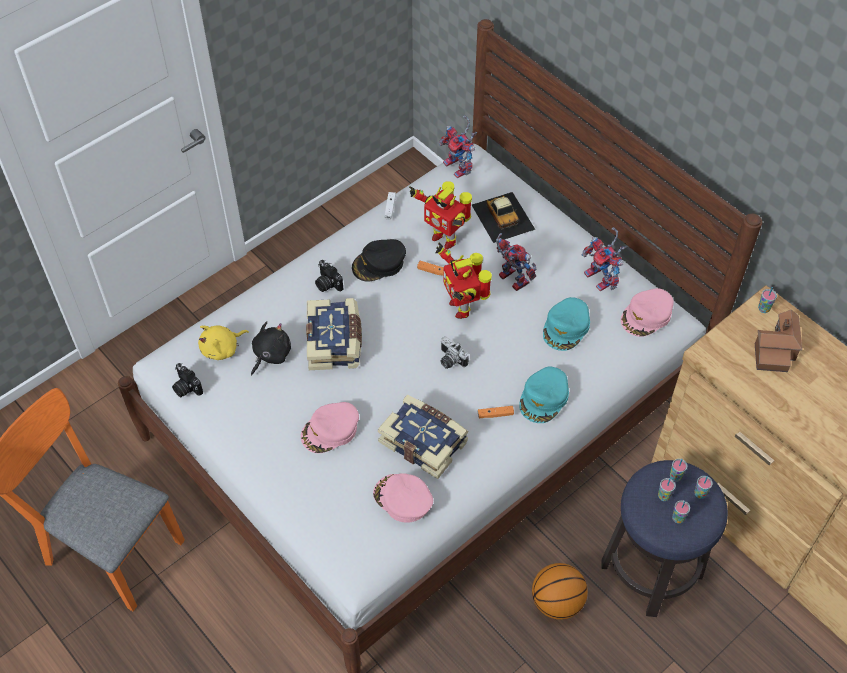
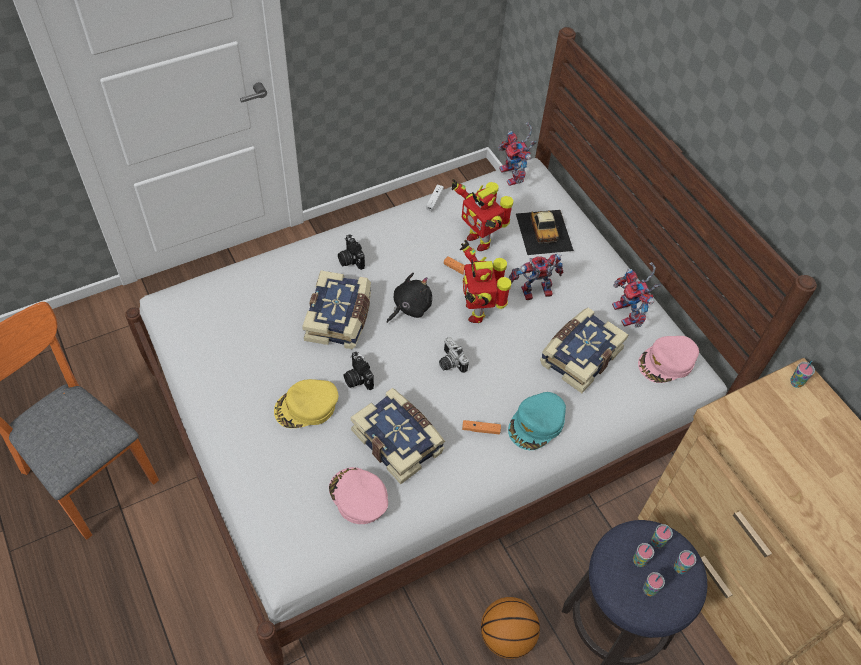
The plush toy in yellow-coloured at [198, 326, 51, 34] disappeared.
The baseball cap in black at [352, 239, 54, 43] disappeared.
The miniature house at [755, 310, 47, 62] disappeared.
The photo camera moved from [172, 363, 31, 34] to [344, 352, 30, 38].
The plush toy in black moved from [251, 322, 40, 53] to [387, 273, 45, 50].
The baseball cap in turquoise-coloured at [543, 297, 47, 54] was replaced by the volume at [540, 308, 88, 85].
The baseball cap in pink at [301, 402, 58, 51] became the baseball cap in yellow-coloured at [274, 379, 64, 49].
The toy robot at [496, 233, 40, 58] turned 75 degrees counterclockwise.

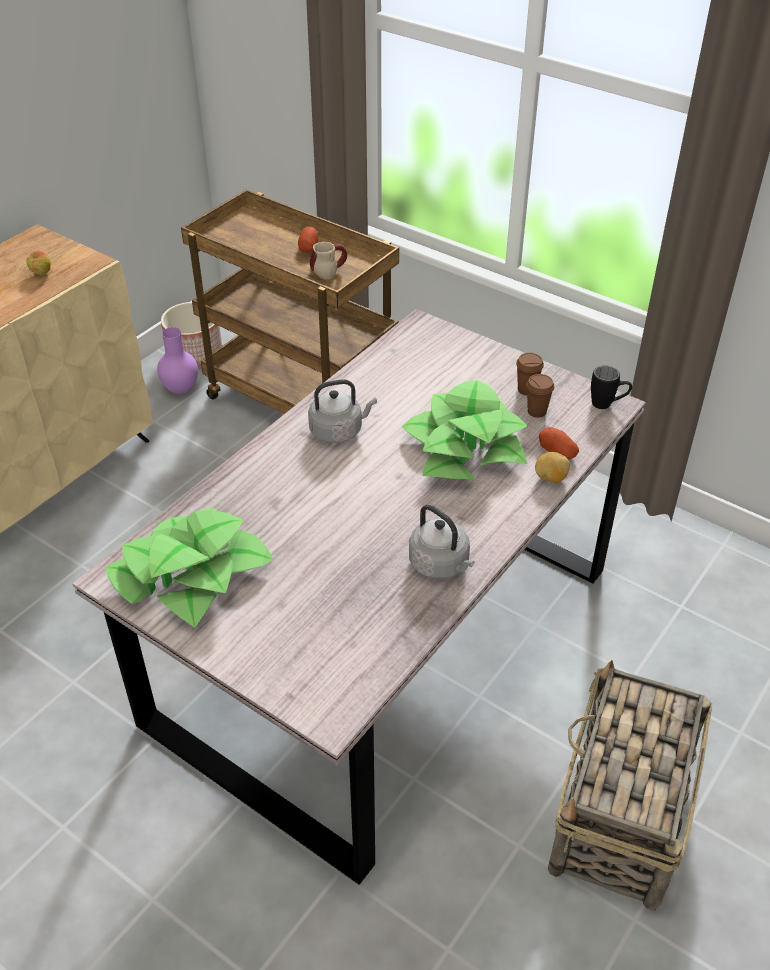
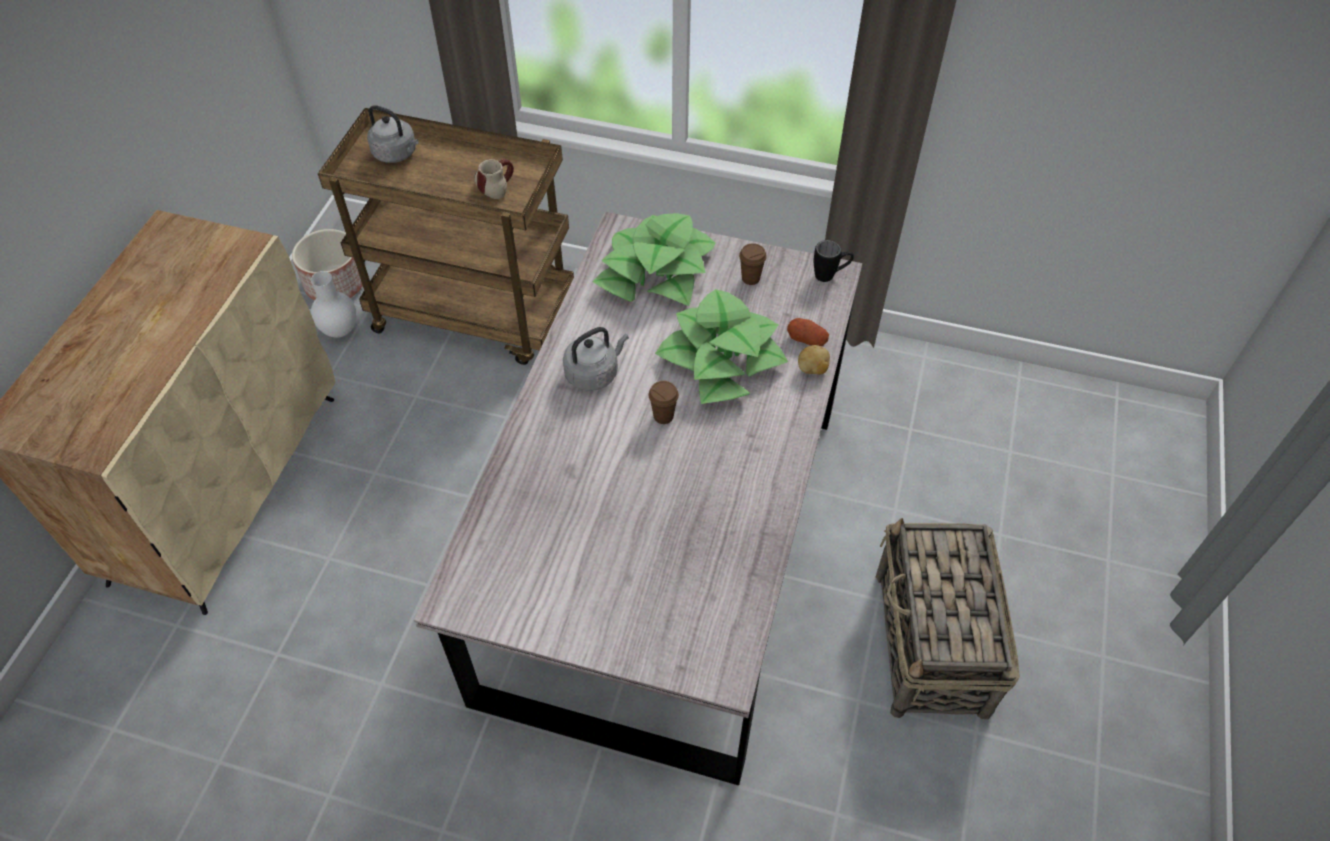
The apple at [26, 251, 25, 24] disappeared.
The potato at [298, 227, 20, 25] disappeared.
The potted plant moved from [105, 508, 169, 120] to [592, 213, 124, 93].
The water kettle in grey moved from [409, 505, 66, 74] to [367, 105, 52, 58].
The drinking cup in brown moved from [526, 374, 28, 44] to [649, 381, 30, 43].
The vase in purple-coloured at [157, 327, 41, 67] became the vase in whitish at [311, 271, 45, 67].

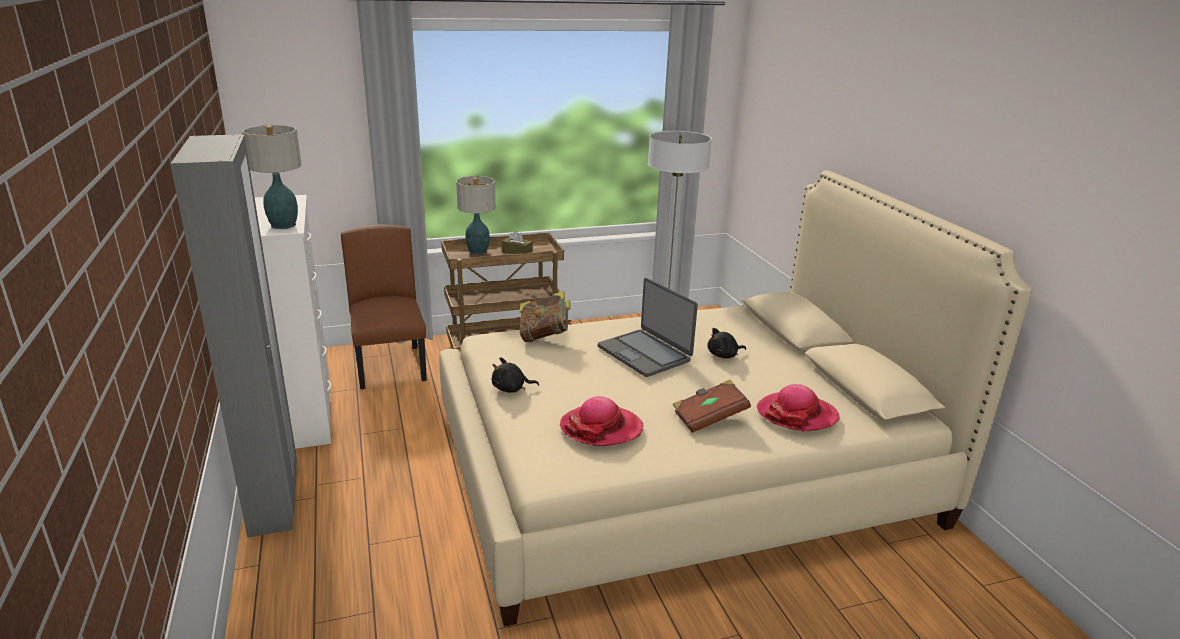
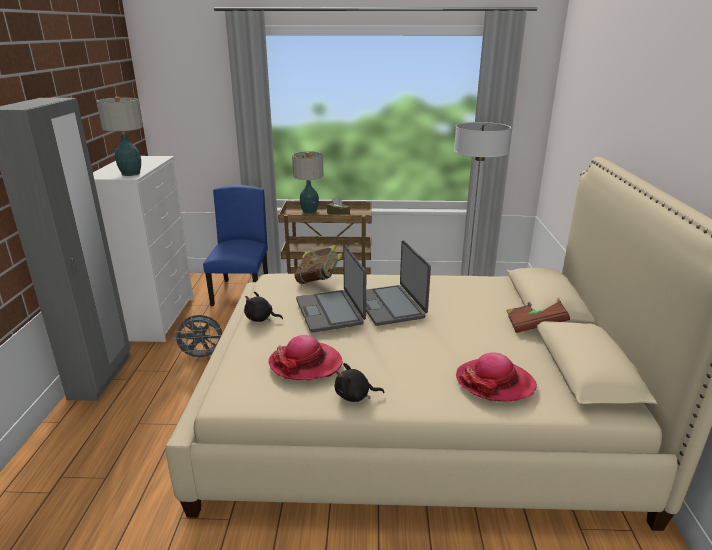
The electric fan in grey at [173, 315, 49, 46] appeared.
The notebook computer at [296, 244, 70, 89] appeared.
The volume in brown moved from [672, 379, 79, 54] to [506, 298, 64, 35].
The plush toy in black moved from [707, 328, 39, 30] to [335, 363, 50, 39].
The chair in brown at [341, 224, 86, 165] became the chair in blue-coloured at [203, 185, 65, 121].

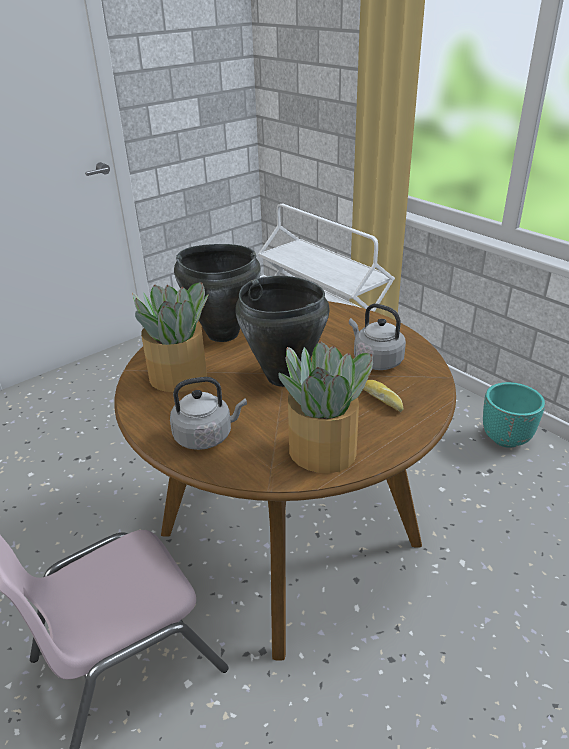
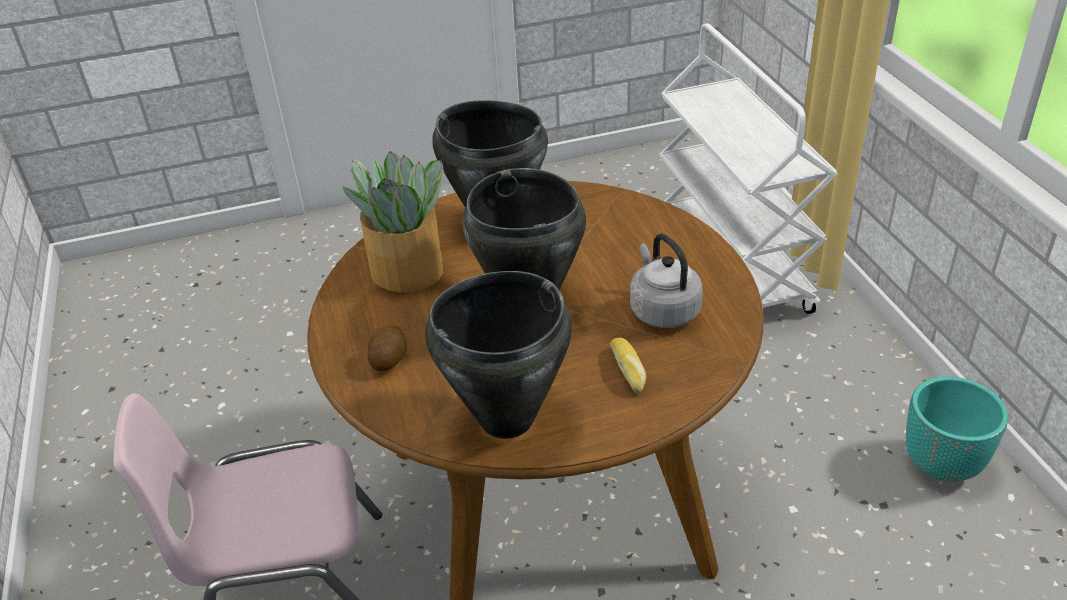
The water kettle in grey at [170, 377, 77, 73] was replaced by the potato at [368, 325, 39, 46].
The potted plant at [279, 341, 94, 132] was replaced by the cooking pot in black at [425, 271, 147, 168].

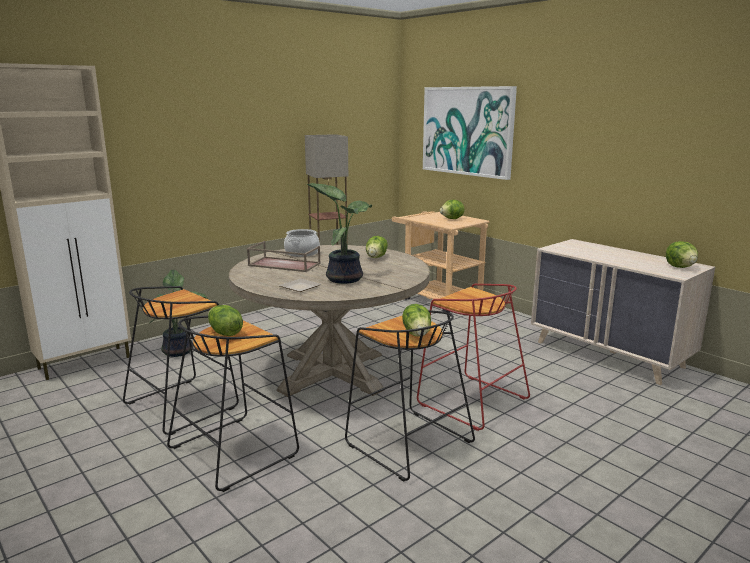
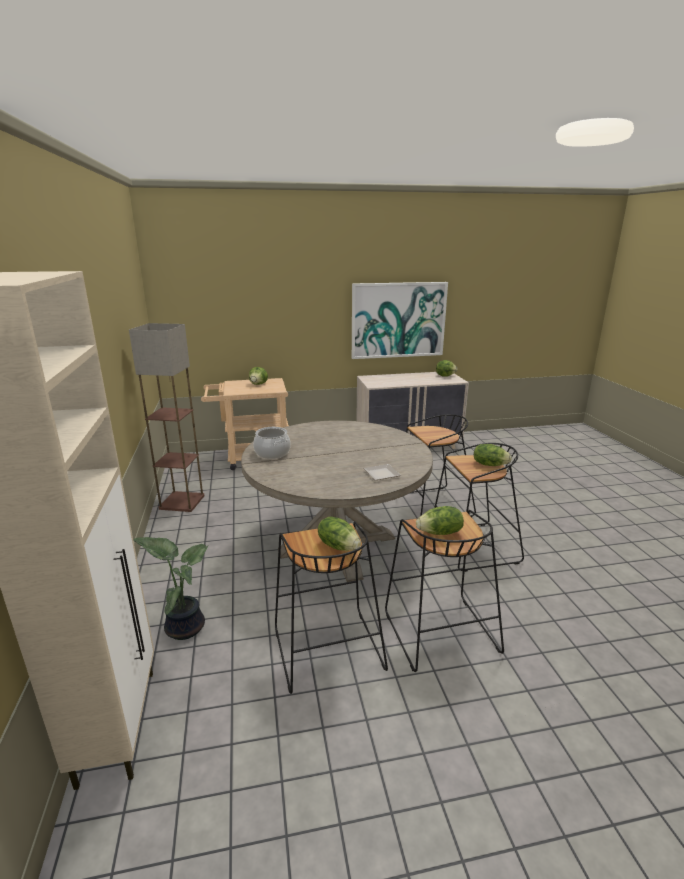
The carrying tray in brown at [247, 241, 74, 31] disappeared.
The potted plant at [307, 183, 65, 101] disappeared.
The head of lettuce moved from [366, 236, 22, 22] to [318, 517, 43, 34].
The picture moved from [423, 86, 94, 94] to [352, 282, 96, 77].
The stool in red at [417, 284, 113, 147] became the stool in black at [406, 414, 70, 103].

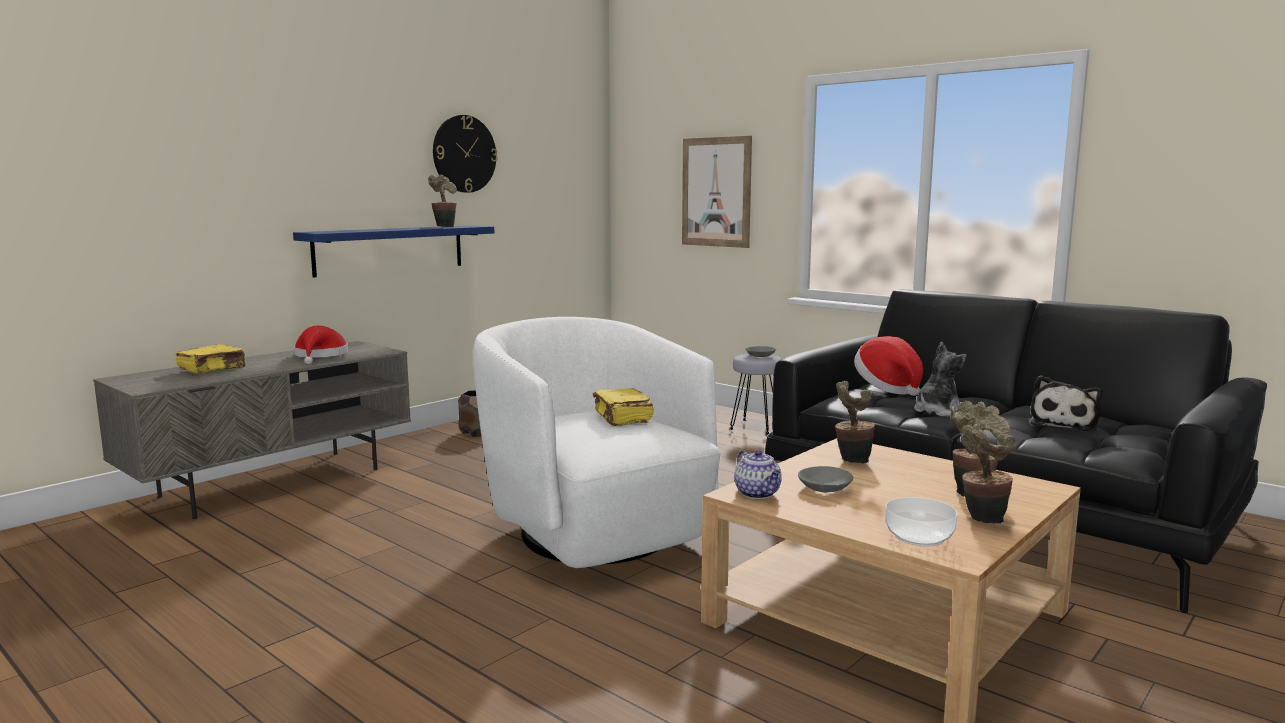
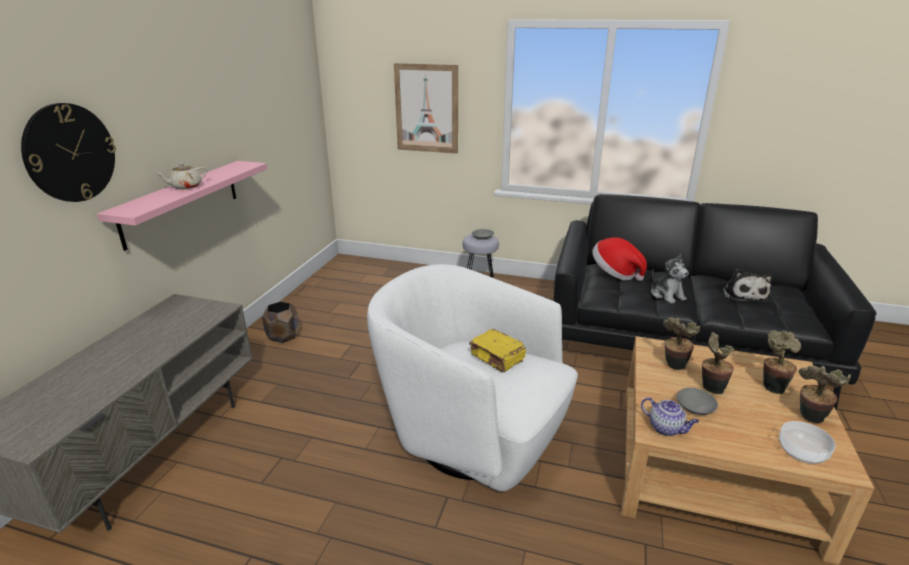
The volume in yellow-coloured at [176, 344, 70, 30] disappeared.
The hat in red at [294, 325, 54, 39] disappeared.
The pot for tea in beige at [156, 163, 51, 27] appeared.
The potted plant moved from [428, 174, 29, 53] to [702, 332, 33, 62].
The wall clock moved from [433, 115, 65, 78] to [21, 103, 95, 99].
The bracket shelf in blue-coloured at [293, 225, 201, 53] became the bracket shelf in pink at [97, 161, 170, 90].
The plush toy at [914, 342, 53, 74] turned 135 degrees clockwise.

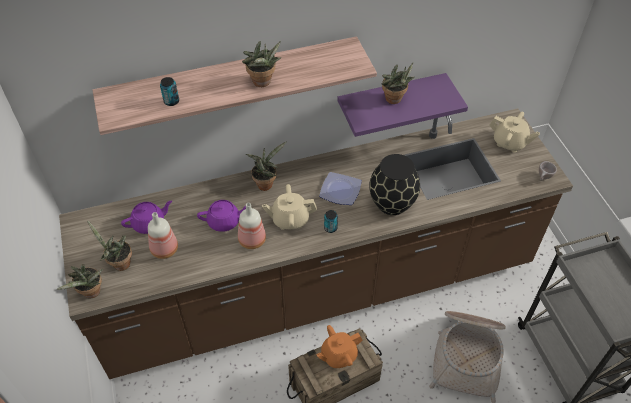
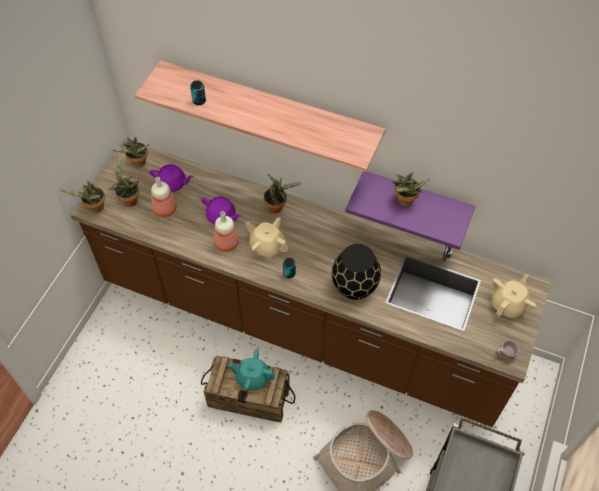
The dinner plate at [319, 172, 43, 33] disappeared.
The potted plant moved from [242, 41, 40, 46] to [112, 137, 38, 30].
The pot for tea in orange at [316, 325, 47, 43] became the pot for tea in turquoise-coloured at [228, 349, 47, 41].
The pot for tea in beige at [489, 112, 51, 40] turned 120 degrees counterclockwise.

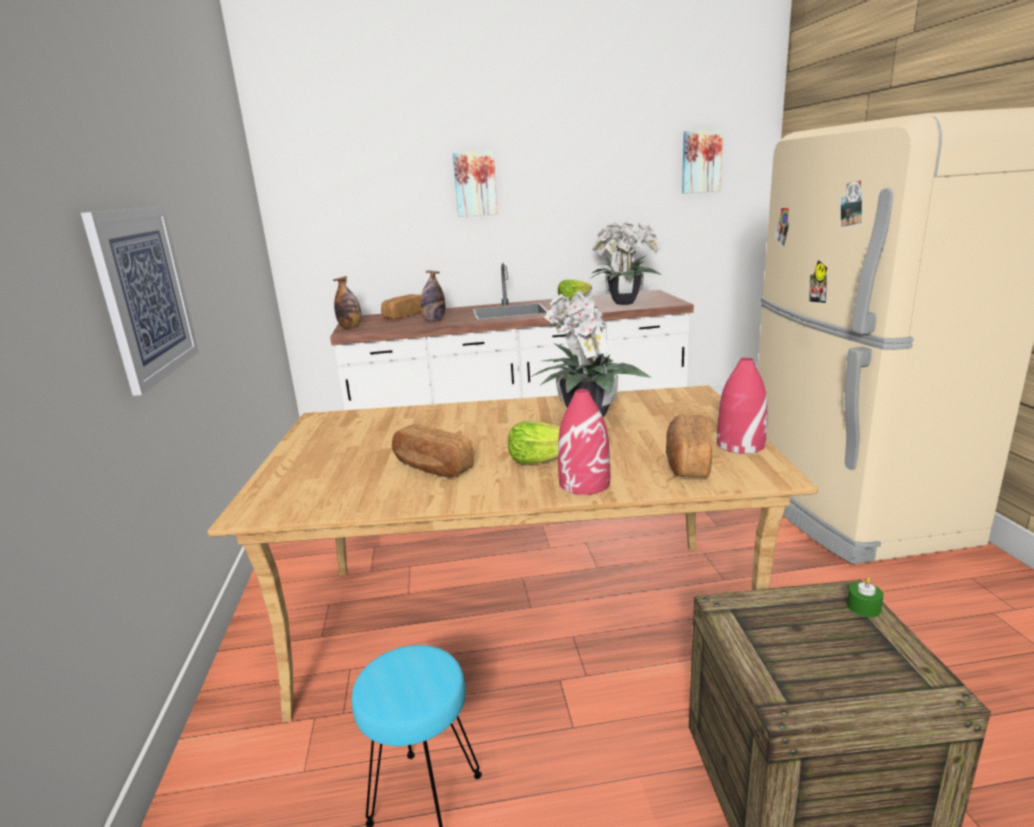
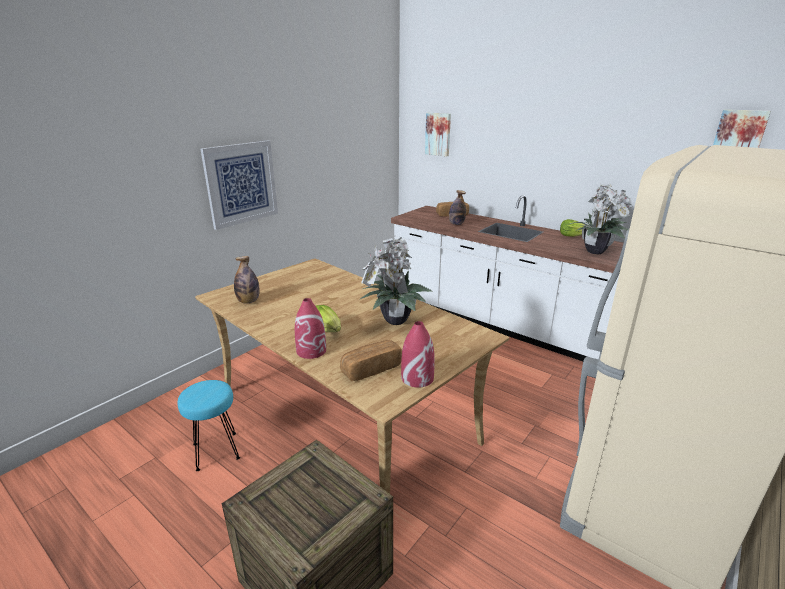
The bread at [392, 424, 82, 53] disappeared.
The wax light in green-coloured at [847, 577, 37, 40] disappeared.
The beverage bottle moved from [333, 276, 29, 52] to [234, 256, 26, 48].
The picture moved from [453, 150, 45, 67] to [425, 113, 26, 44].

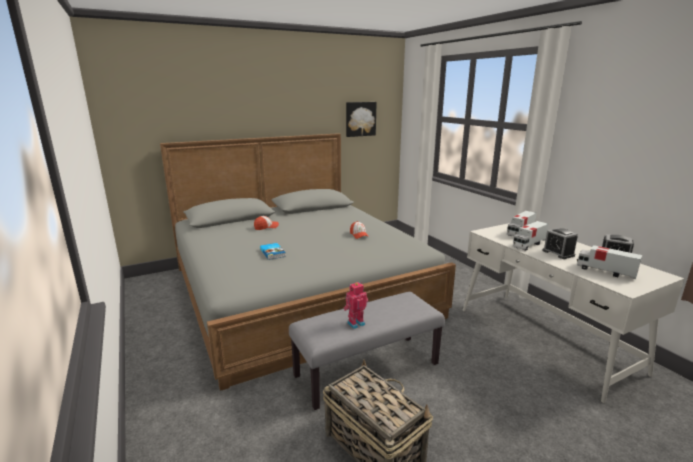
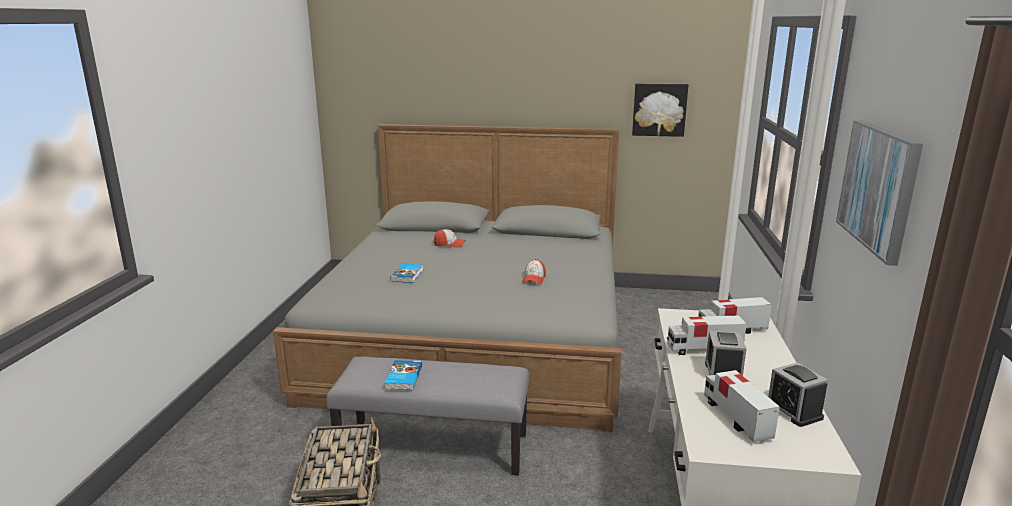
The picture at [836, 120, 87, 146] appeared.
The toy robot at [344, 282, 24, 47] was replaced by the volume at [385, 360, 37, 30].

